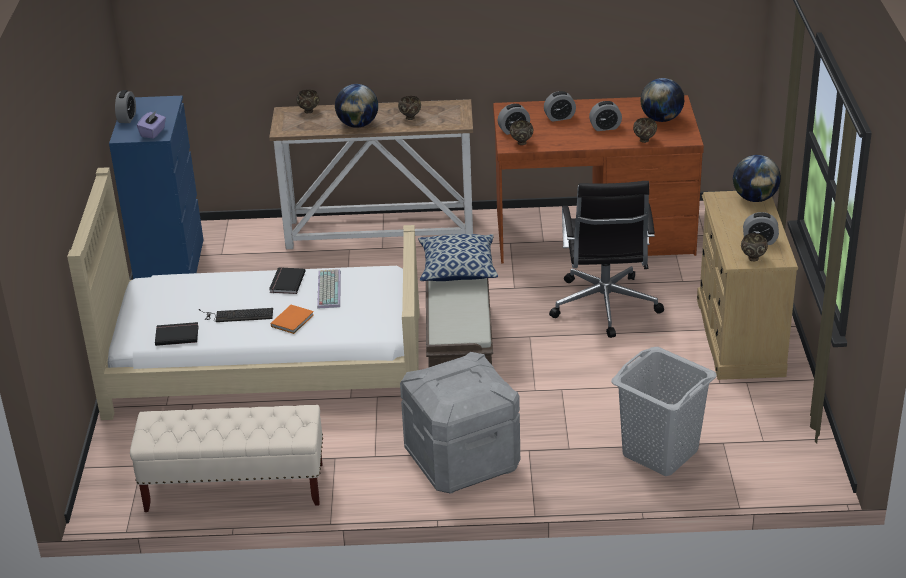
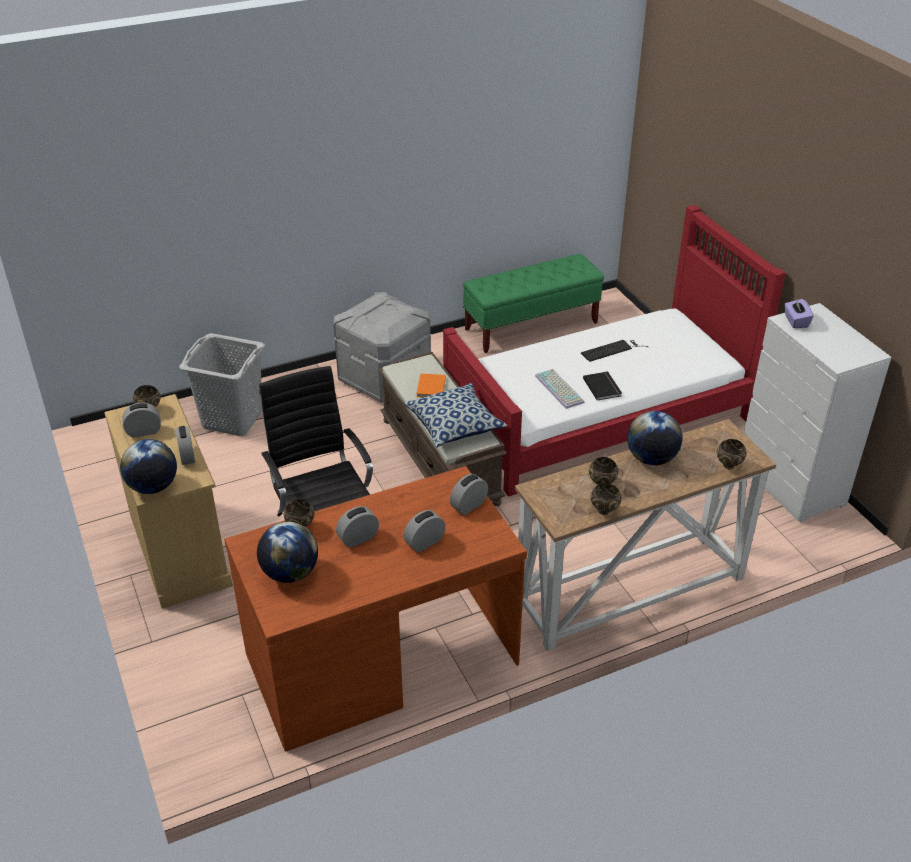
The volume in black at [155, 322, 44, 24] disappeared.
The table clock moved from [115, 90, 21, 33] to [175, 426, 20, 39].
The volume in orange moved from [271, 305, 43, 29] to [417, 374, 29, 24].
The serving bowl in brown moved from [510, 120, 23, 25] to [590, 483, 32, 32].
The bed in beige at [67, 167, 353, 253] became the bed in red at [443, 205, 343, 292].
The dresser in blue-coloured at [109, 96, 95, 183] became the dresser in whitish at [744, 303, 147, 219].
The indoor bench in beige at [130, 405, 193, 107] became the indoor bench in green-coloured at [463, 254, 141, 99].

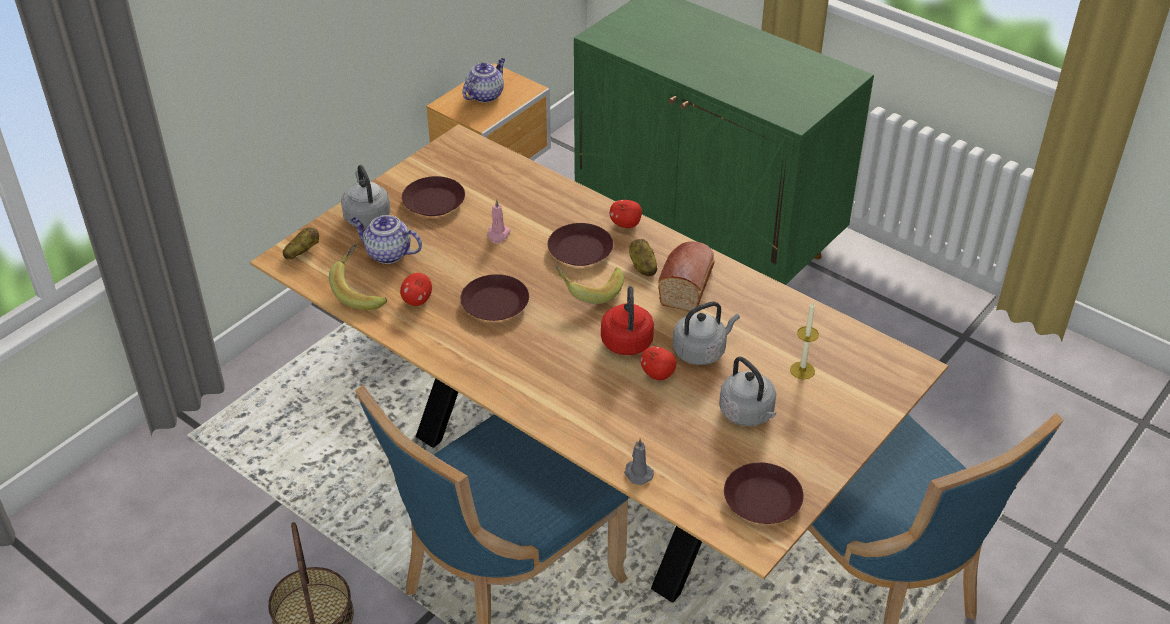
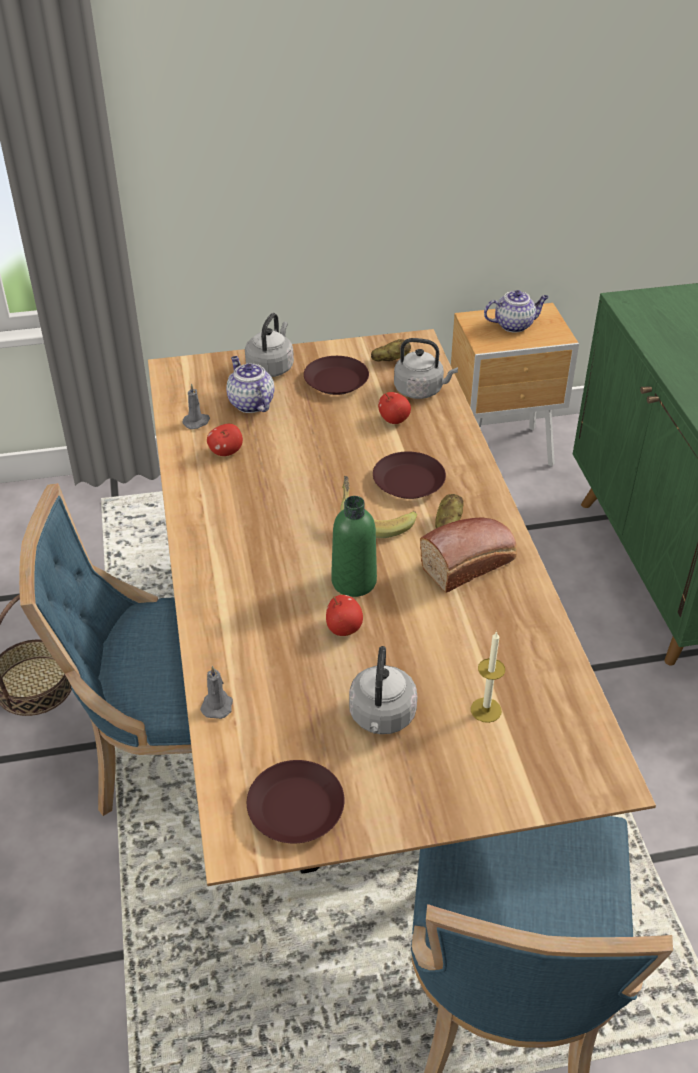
The dinner plate in brown at [460, 274, 69, 47] disappeared.
The wax light in pink at [487, 199, 24, 44] disappeared.
The potato moved from [283, 227, 36, 32] to [371, 339, 40, 23].
The apple moved from [610, 200, 32, 28] to [378, 392, 33, 32].
The water kettle in grey moved from [673, 302, 67, 63] to [394, 338, 64, 61].
The banana at [329, 243, 58, 67] was replaced by the wax light in grey at [182, 383, 28, 46].
The water kettle in red at [601, 286, 53, 69] was replaced by the beverage bottle in green-coloured at [331, 496, 46, 101].

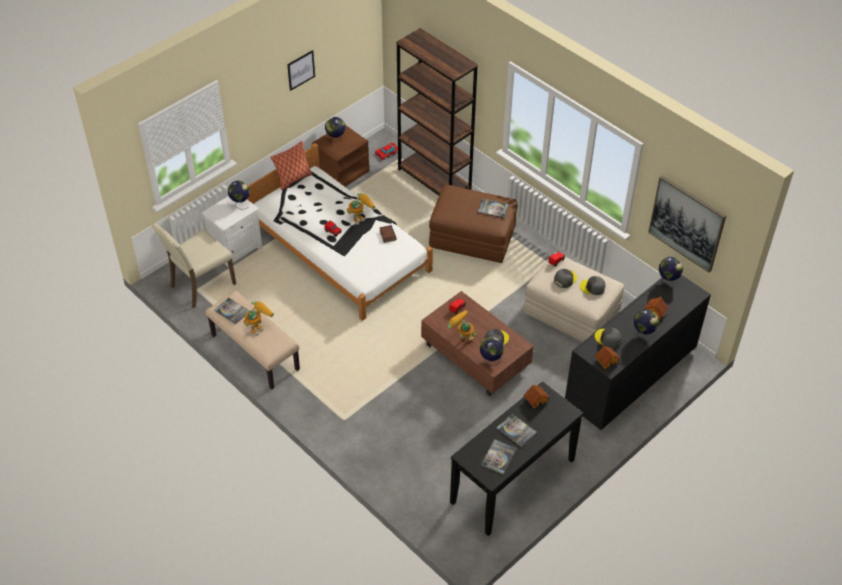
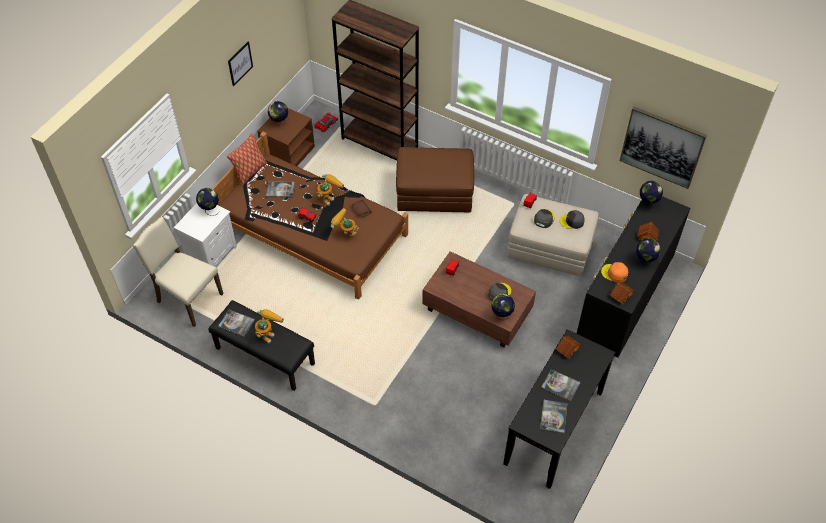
The toy robot moved from [447, 310, 29, 31] to [330, 208, 29, 28].
The volume moved from [477, 198, 32, 20] to [266, 181, 29, 17].
The indoor bench in beige at [205, 291, 95, 99] became the indoor bench in black at [208, 300, 107, 91].
The bed in whitish at [247, 143, 186, 178] became the bed in brown at [212, 132, 196, 168].
The baseball cap in grey at [595, 327, 27, 22] became the baseball cap in orange at [601, 262, 28, 21].
The chair in beige at [152, 223, 84, 85] turned 90 degrees clockwise.

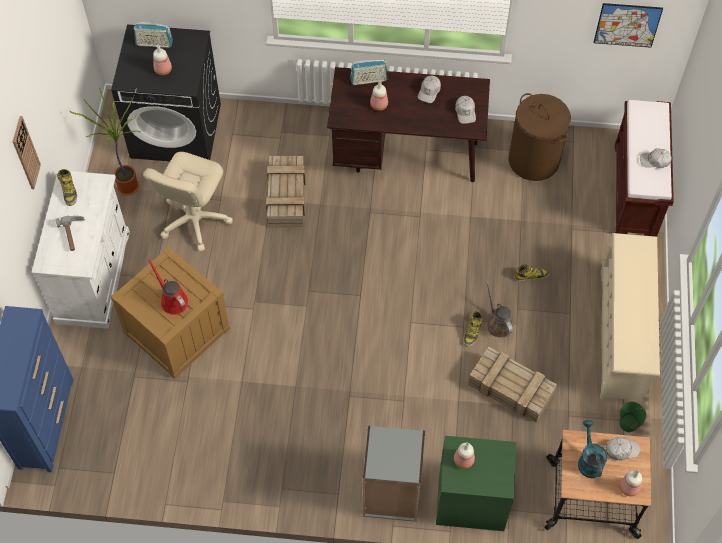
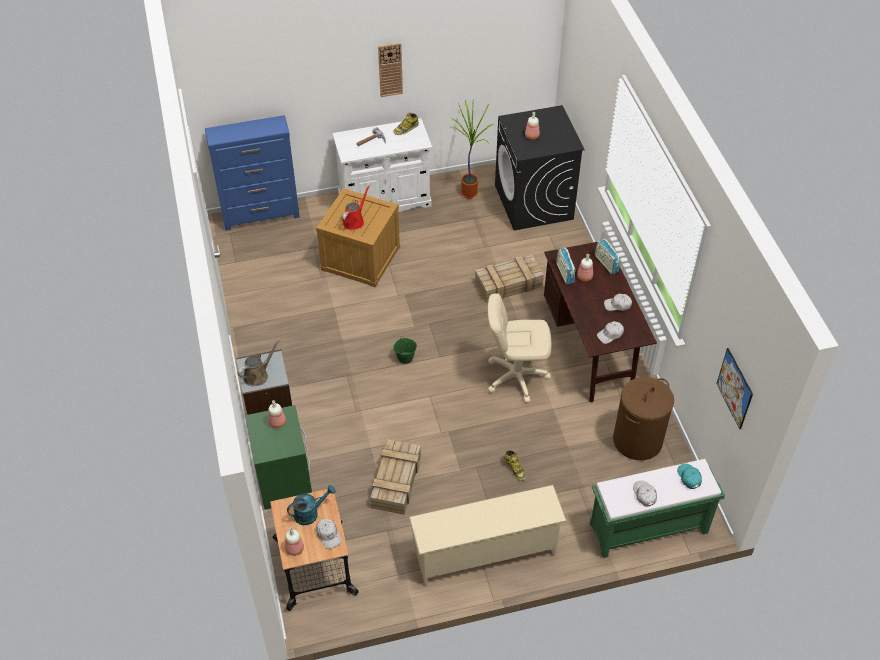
The high-top boot at [463, 311, 20, 36] disappeared.
The baseball cap in turquoise-coloured at [677, 464, 25, 25] appeared.
The radio moved from [134, 22, 39, 26] to [556, 248, 19, 37].
The office chair in beige moved from [143, 152, 90, 99] to [488, 293, 63, 110].
The watering can in brown moved from [486, 281, 27, 57] to [237, 339, 44, 47].
The bucket in green-coloured moved from [619, 401, 27, 31] to [393, 336, 24, 28].
The indoor bench in brown at [615, 100, 59, 136] became the indoor bench in green-coloured at [590, 459, 135, 99].

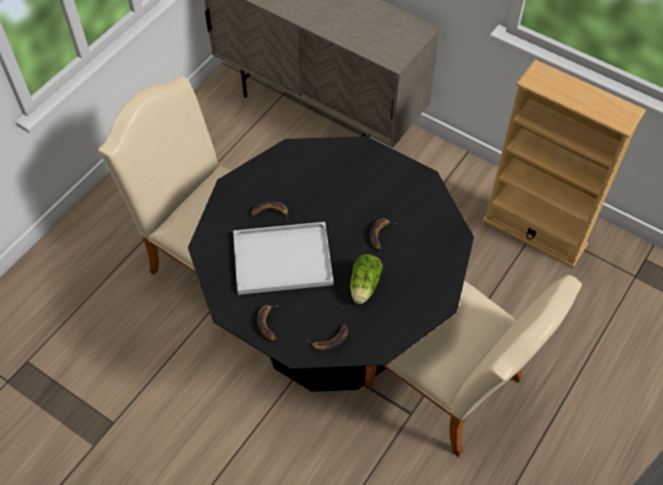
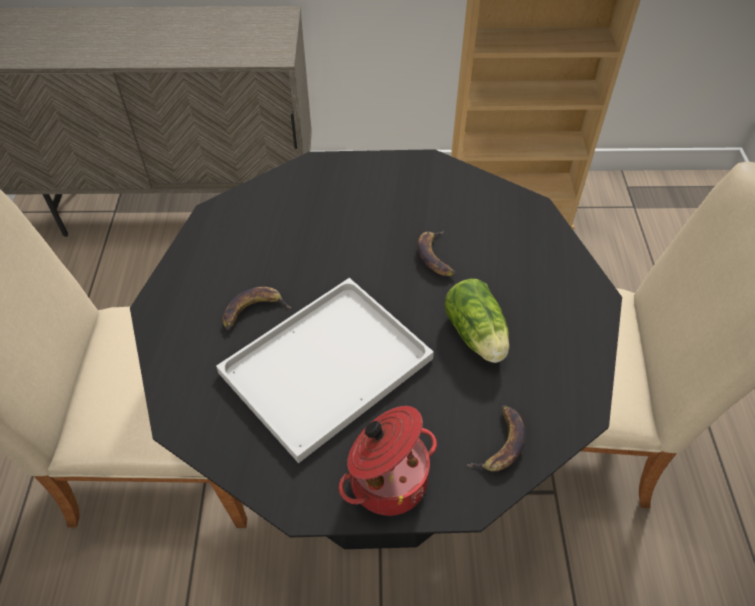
The banana at [257, 304, 22, 36] was replaced by the cooking pot at [339, 406, 98, 110].

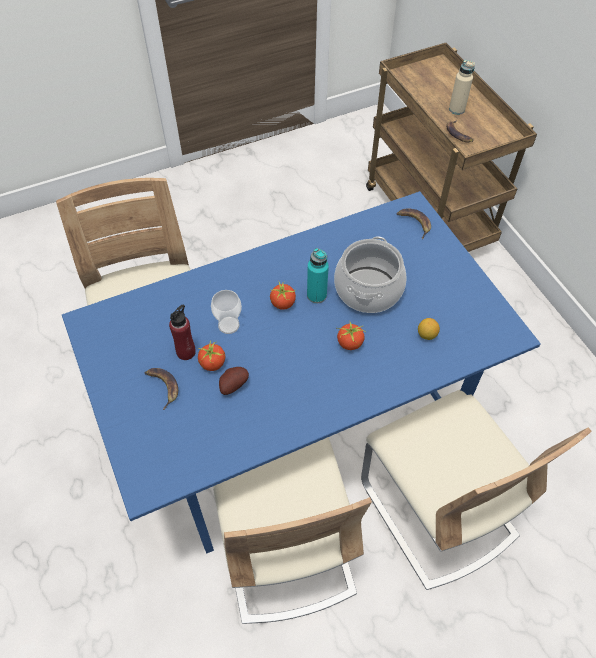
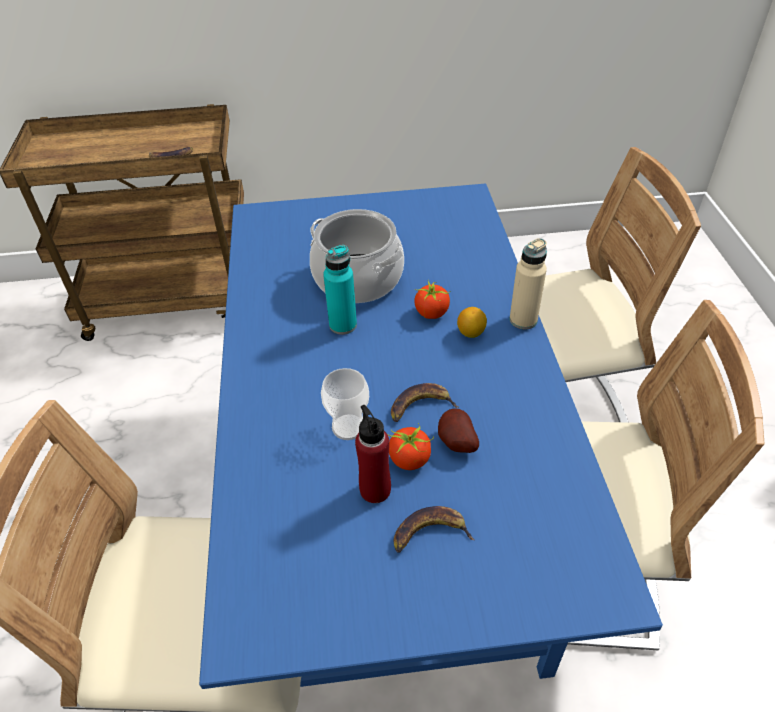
The fresh tomato at [270, 282, 26, 28] disappeared.
The banana moved from [397, 209, 34, 30] to [391, 383, 67, 39].
The lemon moved from [418, 318, 22, 22] to [457, 307, 30, 31].
The beverage bottle in beige moved from [449, 60, 26, 55] to [509, 238, 38, 92].

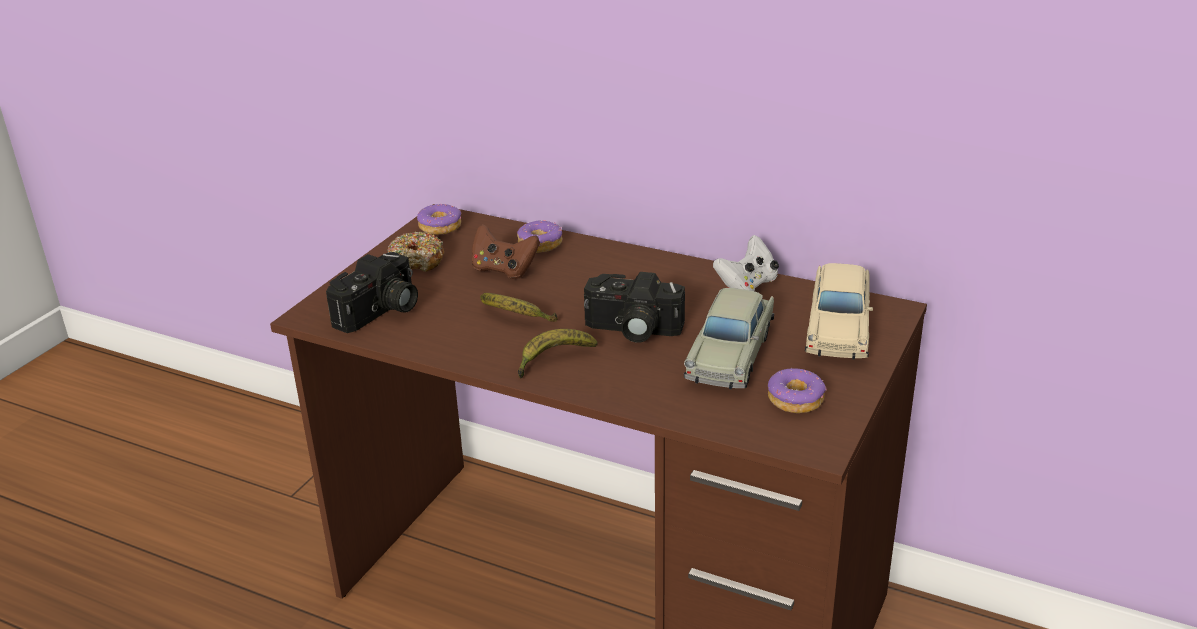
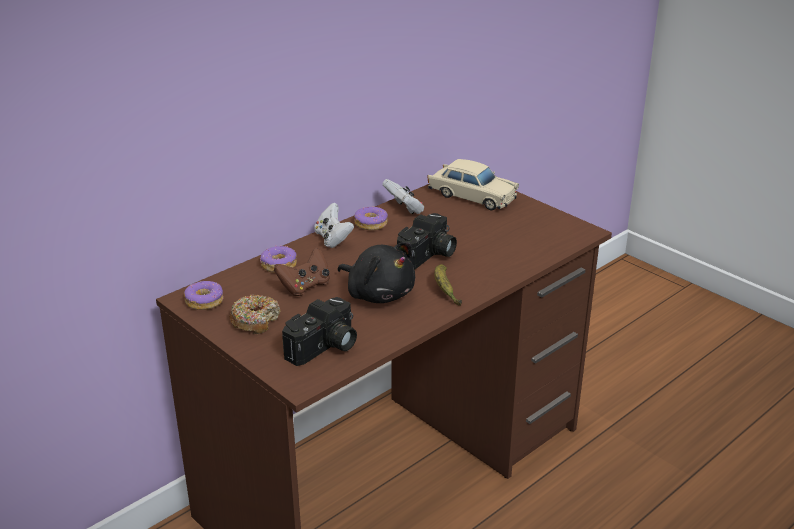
The toy car in beige at [684, 288, 90, 101] disappeared.
The joypad in whitish at [314, 203, 40, 45] appeared.
The doughnut moved from [768, 368, 59, 45] to [354, 206, 34, 24].
The banana at [480, 293, 78, 29] was replaced by the plush toy in black at [338, 242, 77, 61].
The photo camera at [326, 252, 92, 81] turned 75 degrees clockwise.

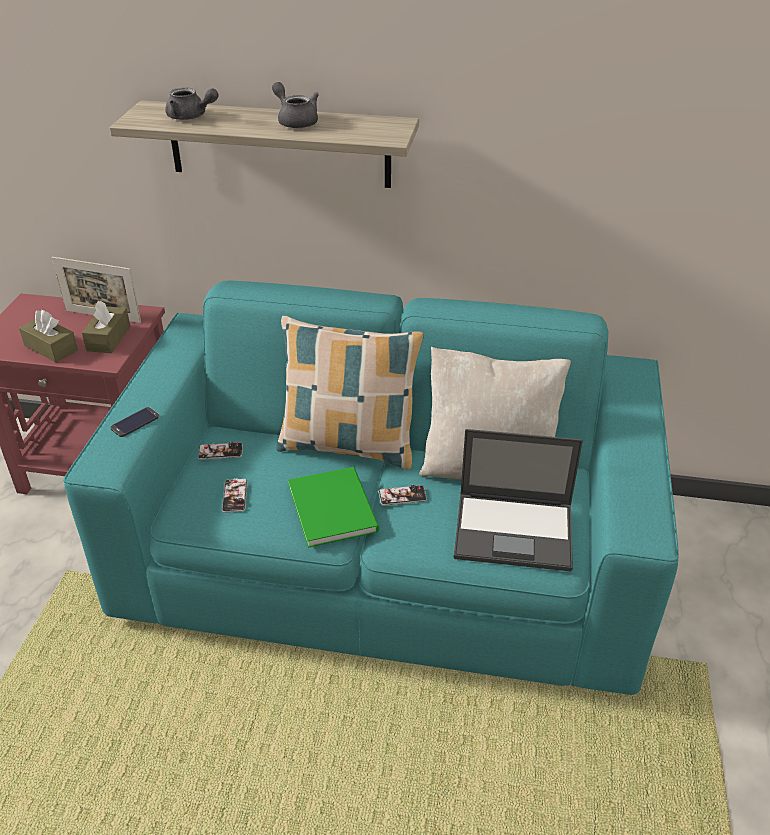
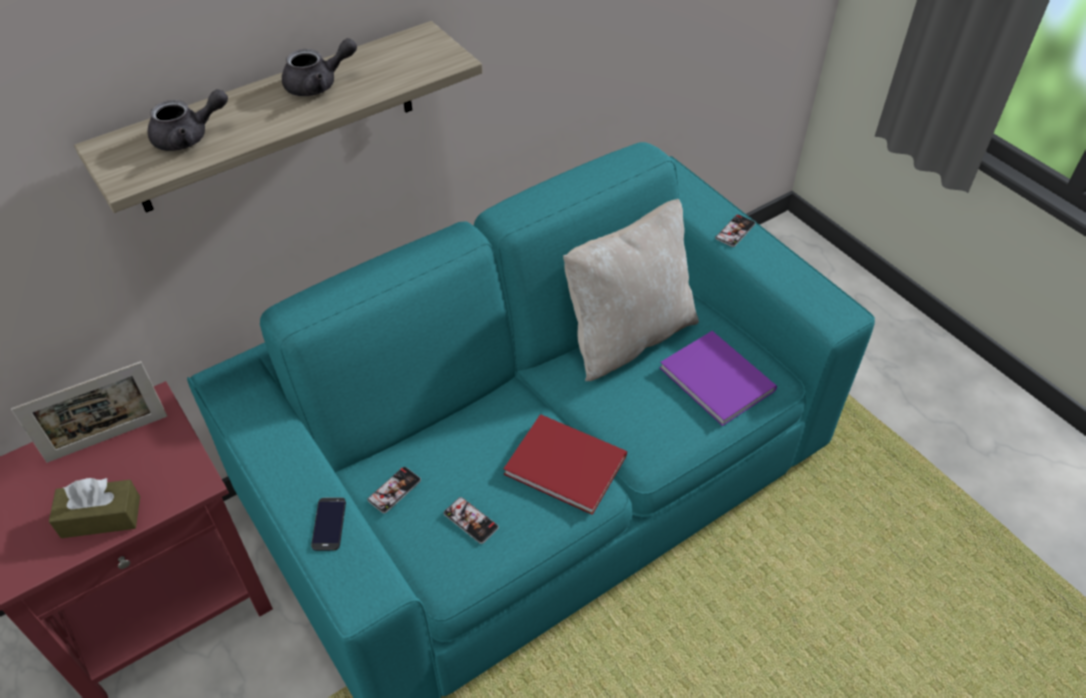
The tissue box in brown at [82, 301, 48, 52] disappeared.
The pillow at [276, 316, 148, 154] disappeared.
The phone moved from [379, 485, 48, 21] to [715, 214, 41, 33].
The notebook computer at [454, 429, 129, 142] was replaced by the volume in purple-coloured at [660, 331, 117, 95].
The volume in green-coloured at [288, 467, 91, 81] became the volume in red at [504, 414, 123, 101].
The pot for tea in grey at [272, 82, 47, 46] turned 150 degrees clockwise.

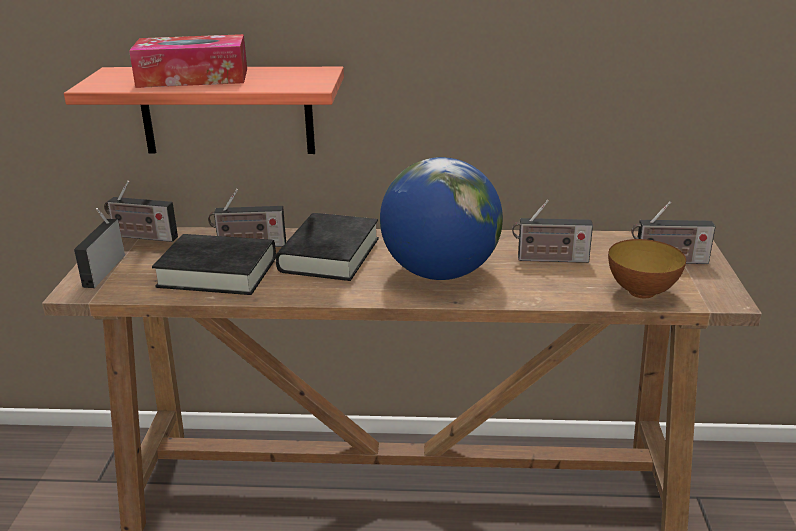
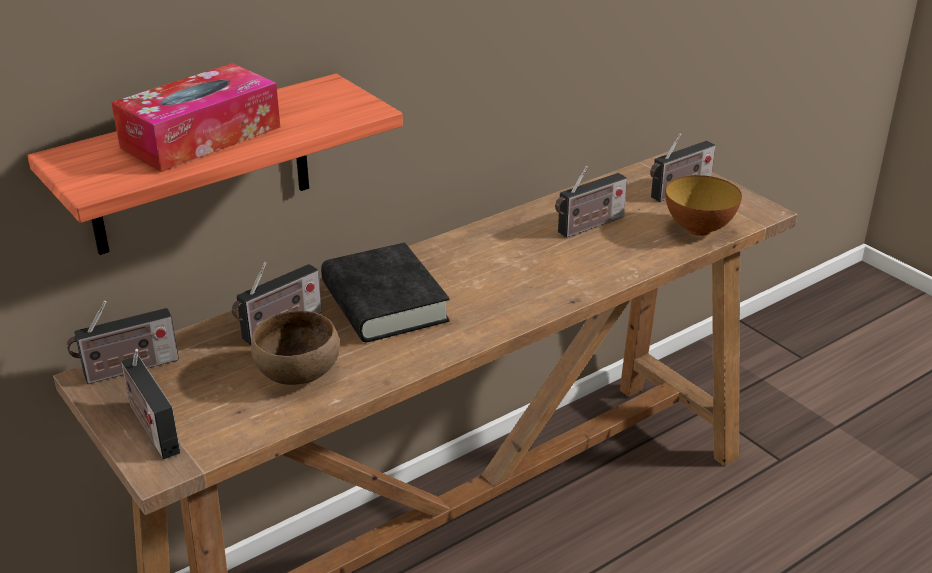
The world globe at [380, 157, 123, 123] disappeared.
The volume in black at [152, 234, 124, 61] was replaced by the serving bowl in brown at [251, 311, 89, 74].

